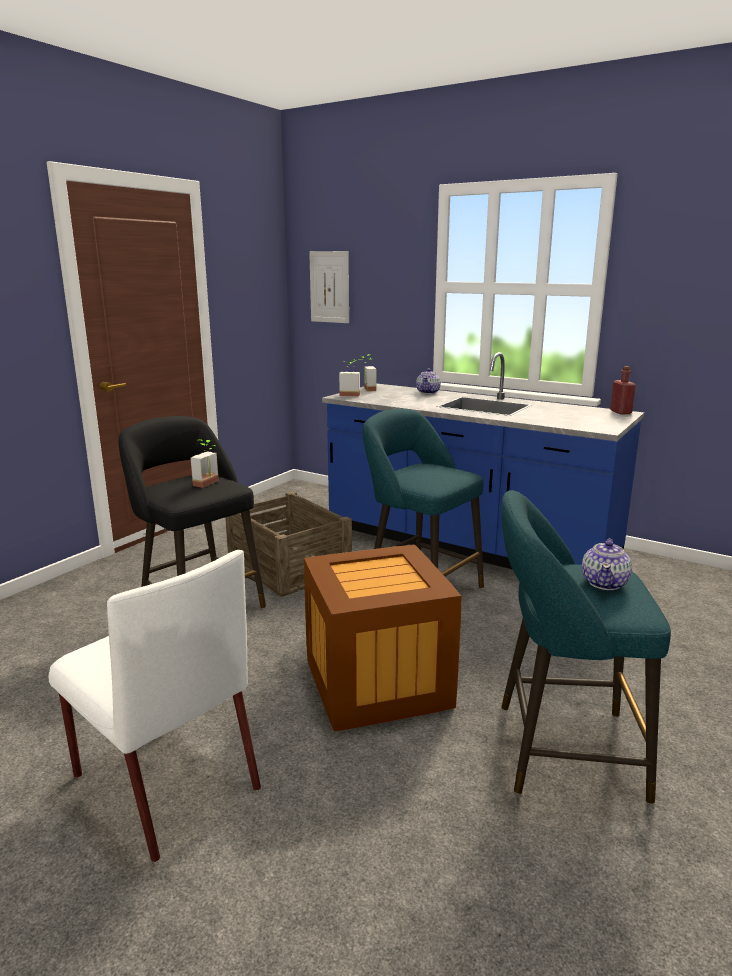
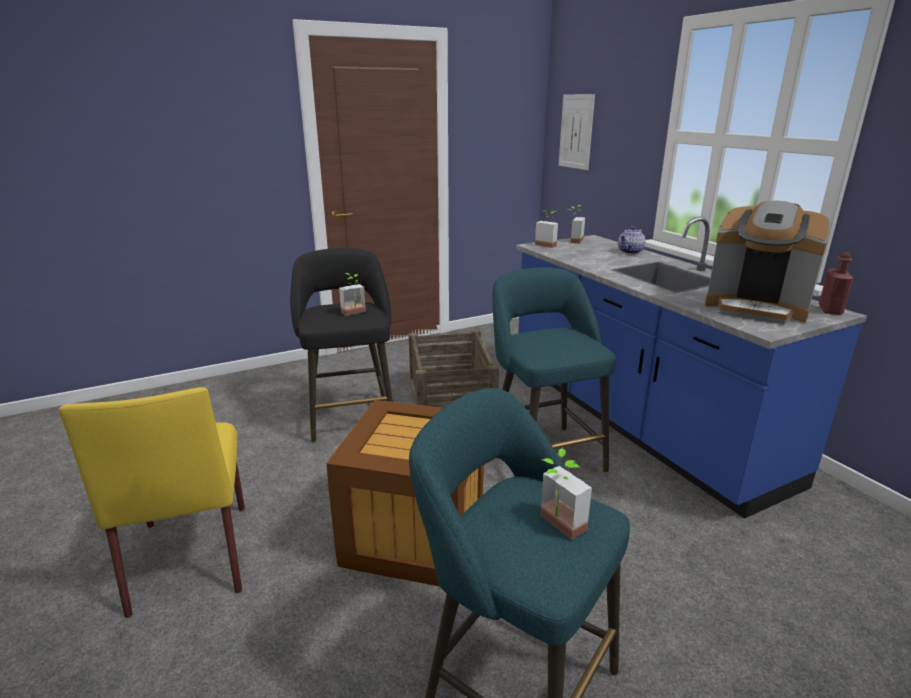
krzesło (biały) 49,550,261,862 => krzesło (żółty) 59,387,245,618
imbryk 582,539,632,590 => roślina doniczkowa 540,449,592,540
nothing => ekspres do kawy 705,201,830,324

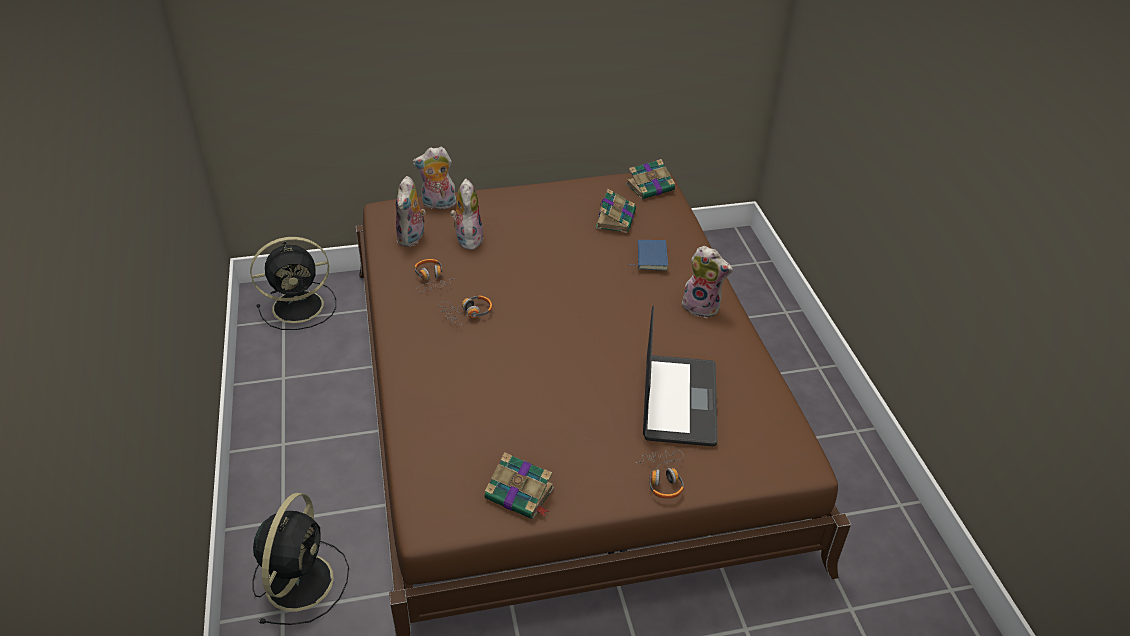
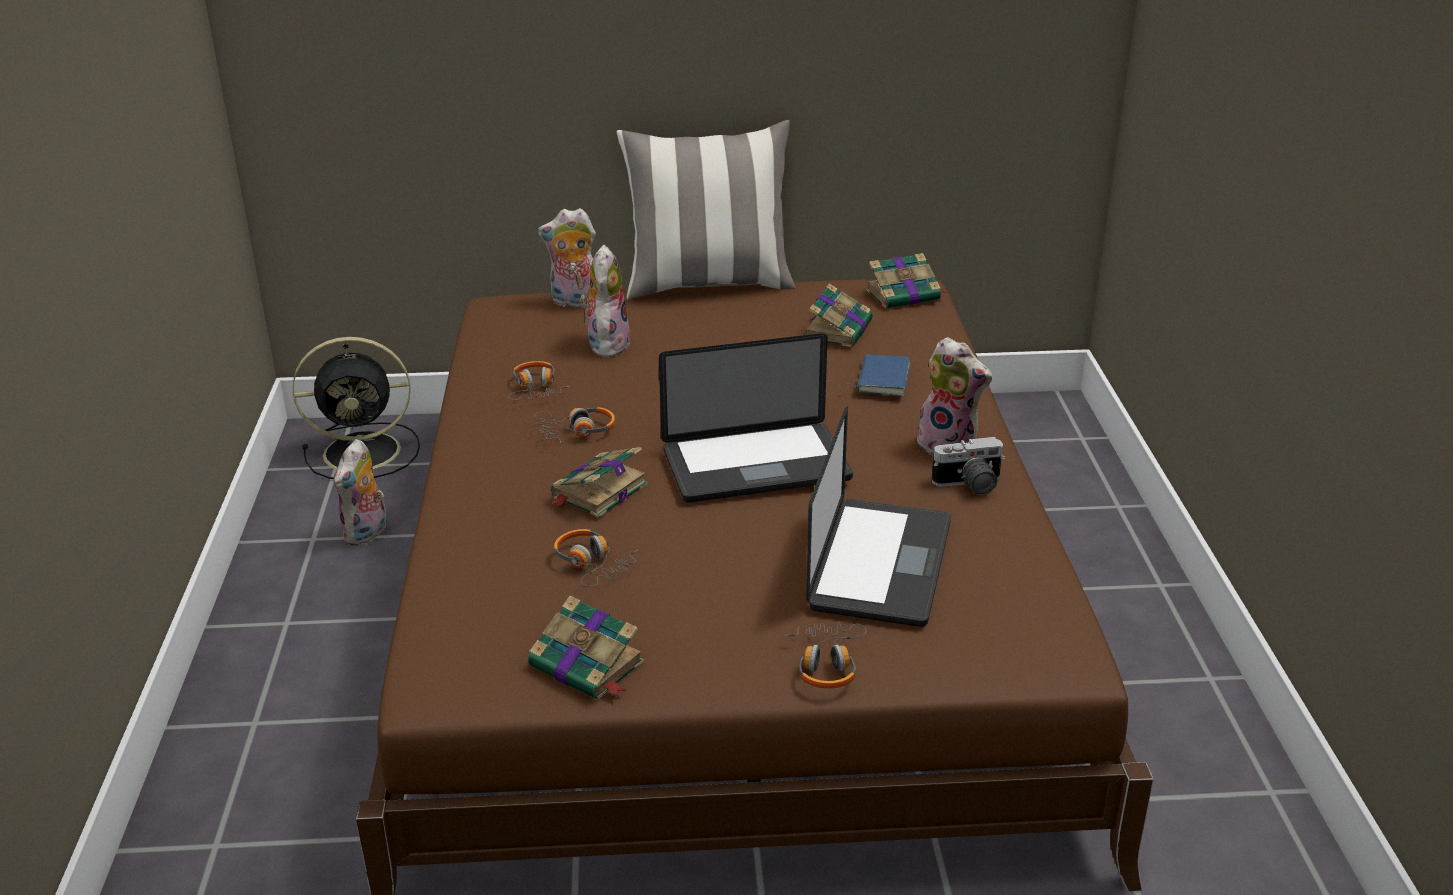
pluszak 396,176,428,247 => pluszak 334,439,387,546, move
nothing => książka 551,447,648,518
nothing => słuchawki 554,529,638,587
nothing => poduszka 617,120,796,300
nothing => laptop 659,333,853,502
nothing => aparat fotograficzny 932,437,1005,495
wentylator (czarny) 253,493,349,625 => nothing

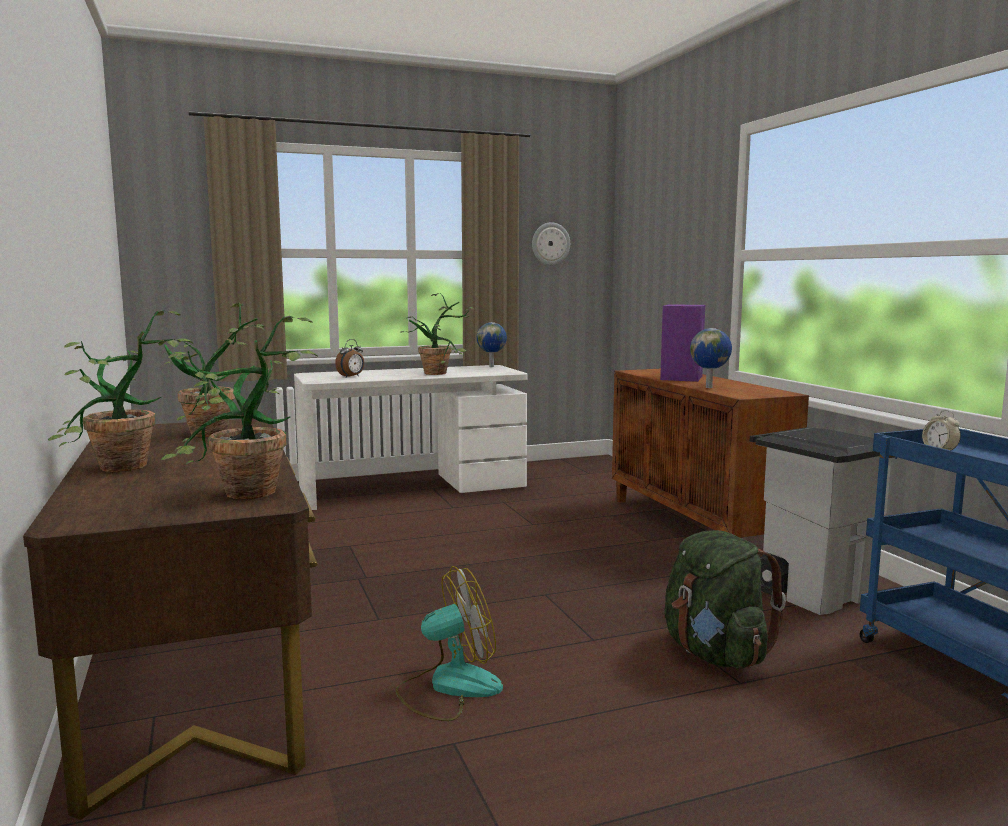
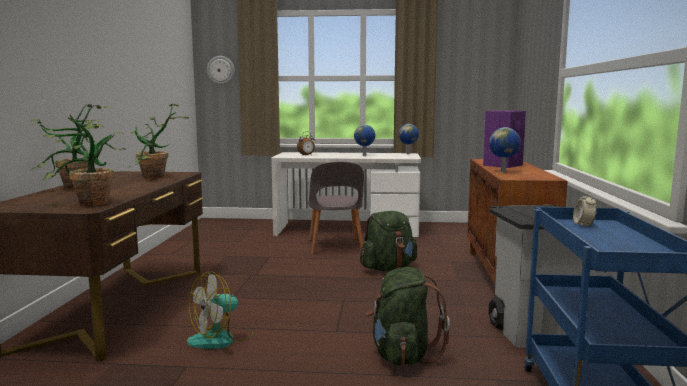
wentylator 396,566,503,721 => wentylator 187,271,253,349, 135 degrees clockwise
zegar ścienny 532,222,570,265 => zegar ścienny 207,56,235,85, move
nothing => krzesło (szary) 309,162,364,254
roślina doniczkowa 400,293,474,375 => globus 354,125,375,156
nothing => plecak (zielony) 360,211,417,271

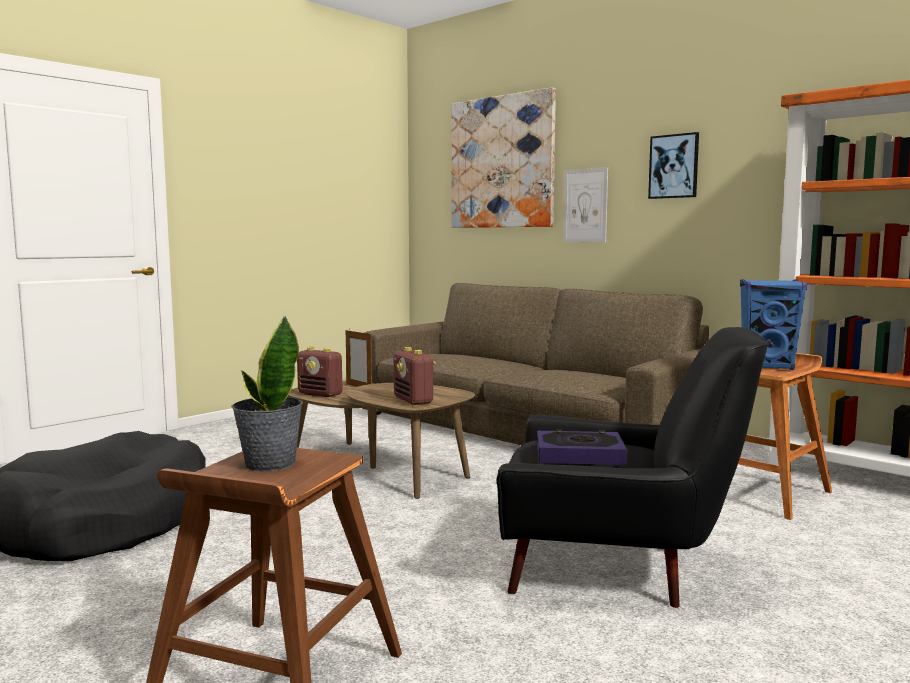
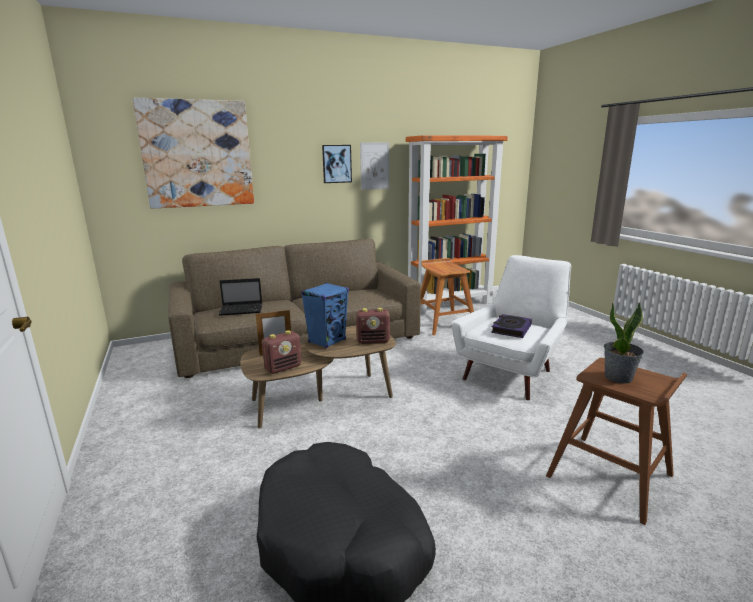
nothing => laptop 219,278,263,316
głośnik (niebieski) 740,279,807,370 => głośnik (niebieski) 301,282,349,348, move
obraz 563,167,608,243 => obraz 360,142,389,190, move
fotel (czarny) 496,327,769,608 => fotel (biały) 451,255,571,400

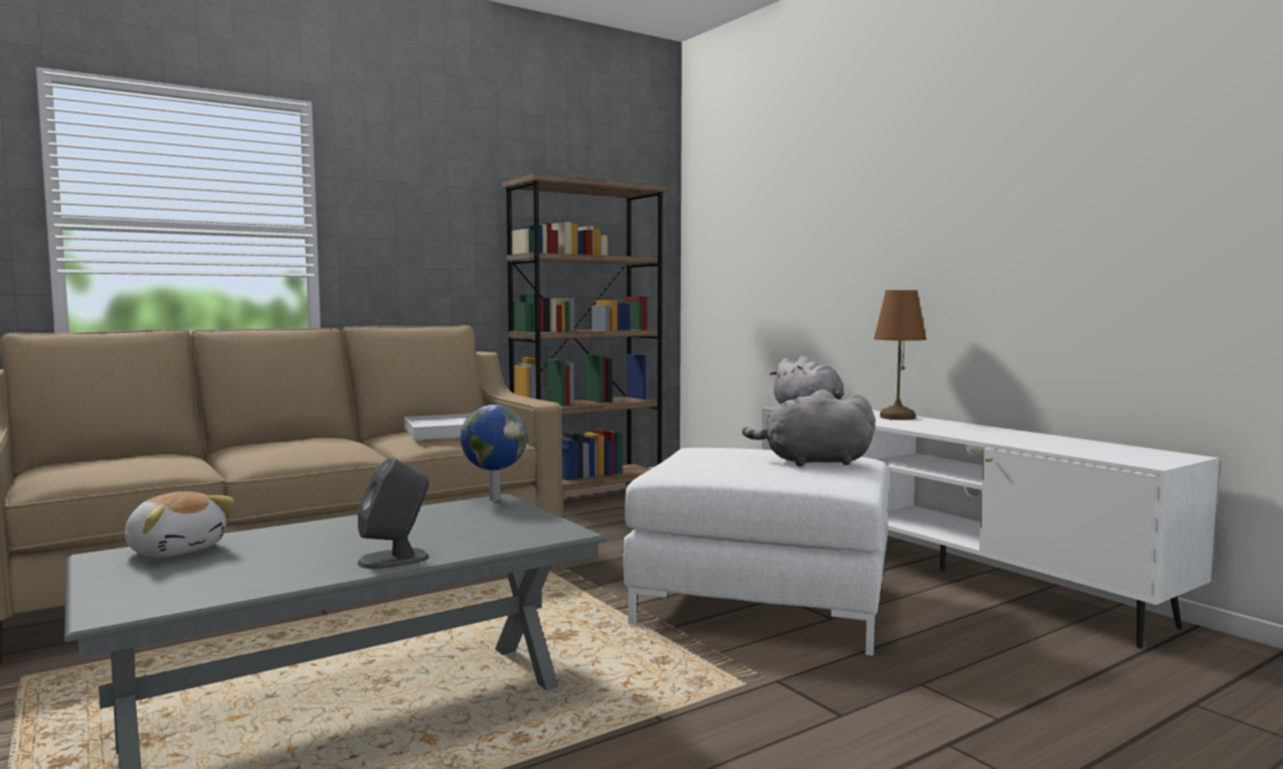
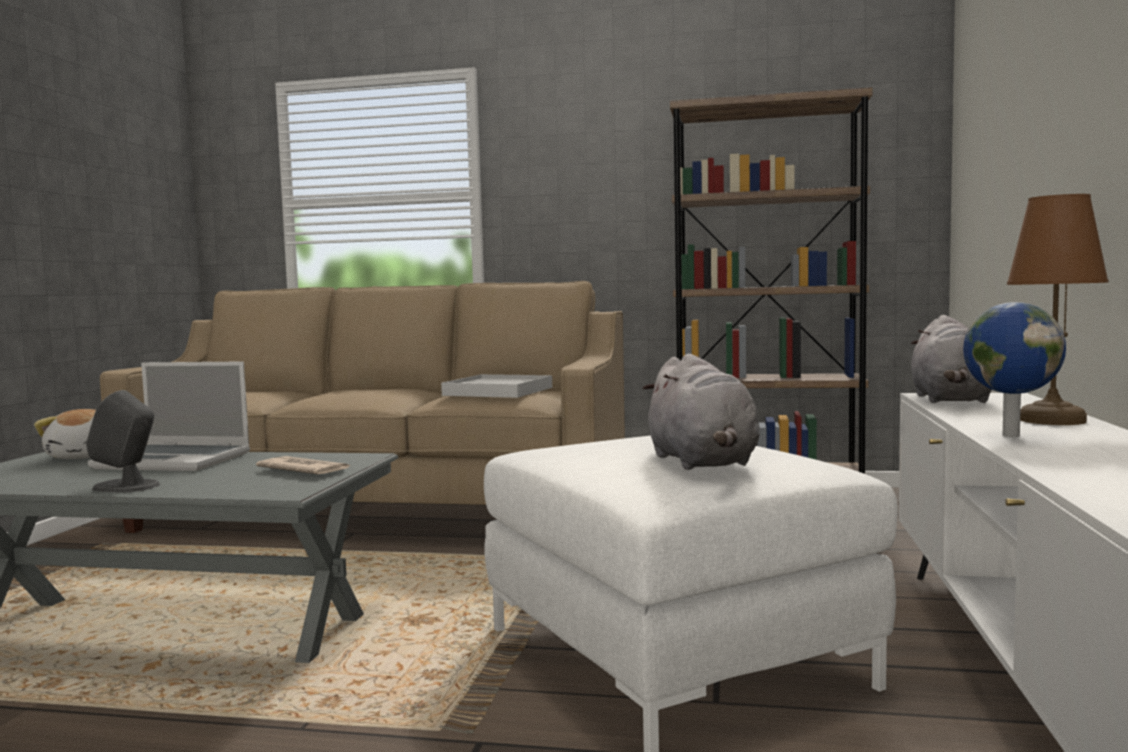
nothing => laptop 88,361,250,471
nothing => gazeta 256,456,351,474
pluszak (szary) 742,389,875,467 => pluszak (szary) 642,354,760,470, 150 degrees counterclockwise
globus 460,405,527,501 => globus 963,302,1066,437, move

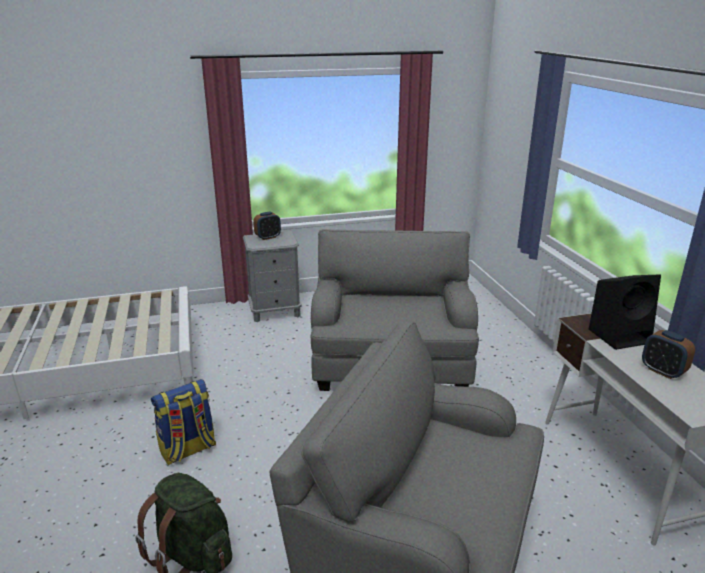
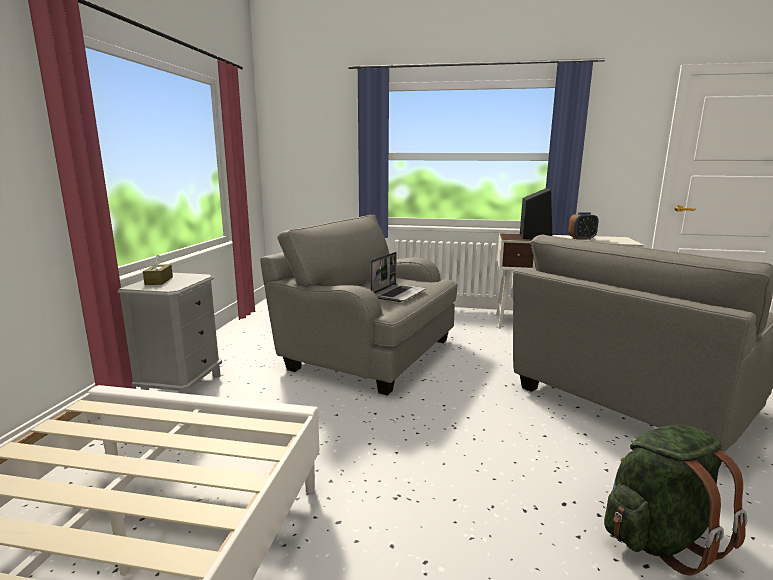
budzik 253,211,281,240 => pudełko chusteczek (brązowy) 143,254,173,285
nothing => laptop 370,252,426,302
plecak 151,379,216,465 => nothing

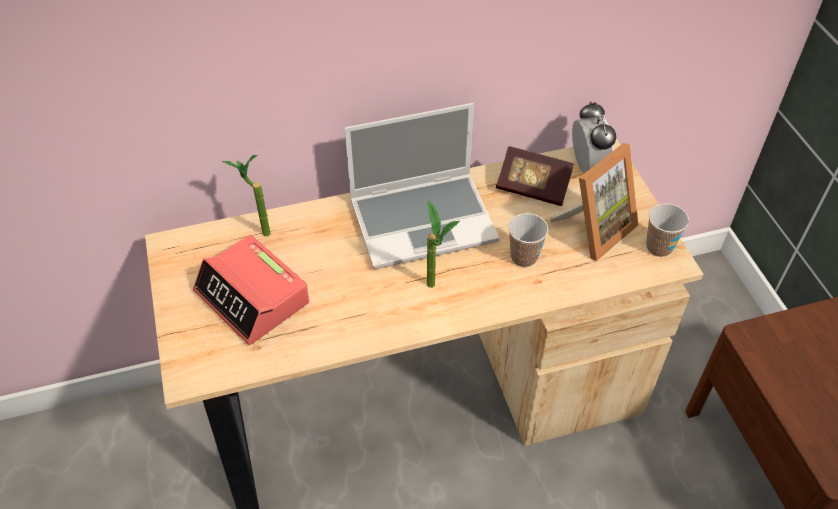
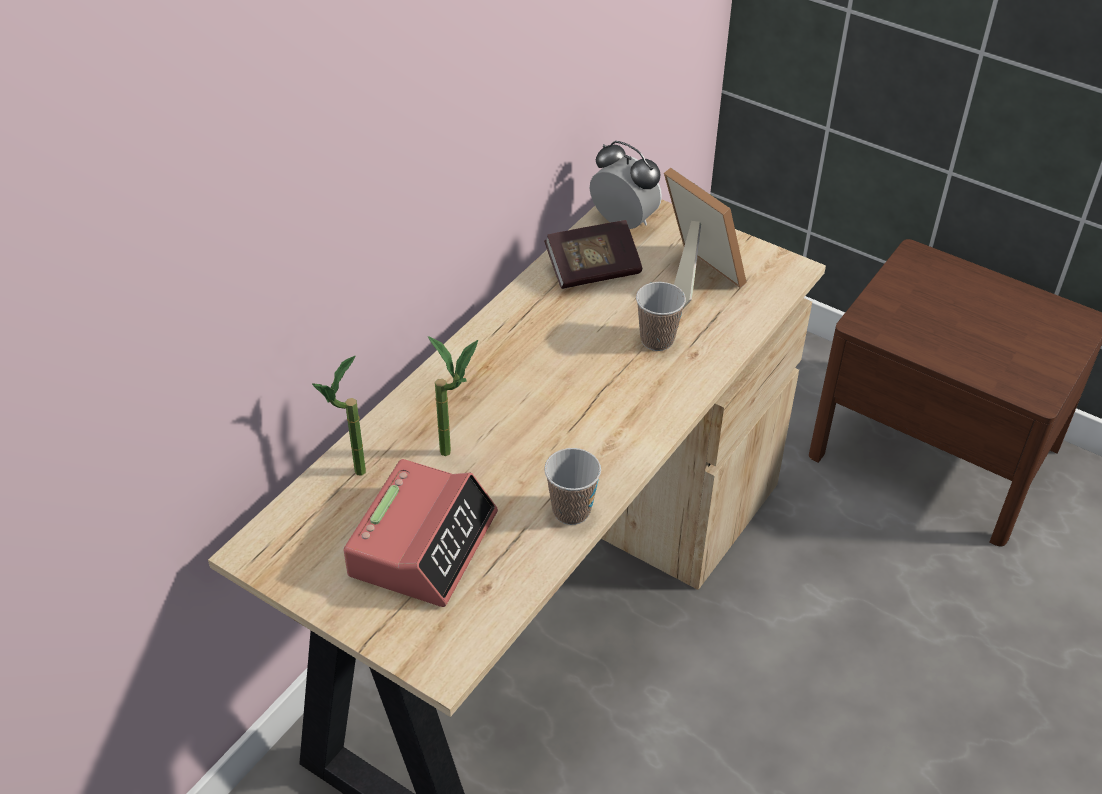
budzik 193,235,309,345 => budzik 344,459,498,607, 75 degrees counterclockwise
roślina doniczkowa 427,201,460,288 => roślina doniczkowa 428,336,478,456, move
filiżanka 646,203,689,257 => filiżanka 544,448,601,525, move
ramka na zdjęcie 550,143,638,261 => ramka na zdjęcie 664,167,747,310, 45 degrees counterclockwise
laptop 345,103,499,269 => nothing

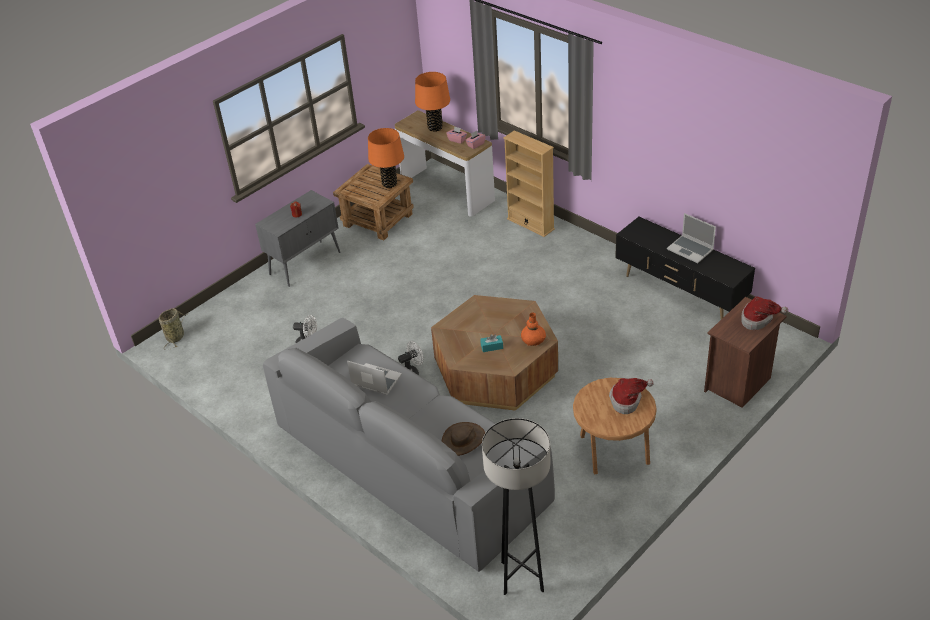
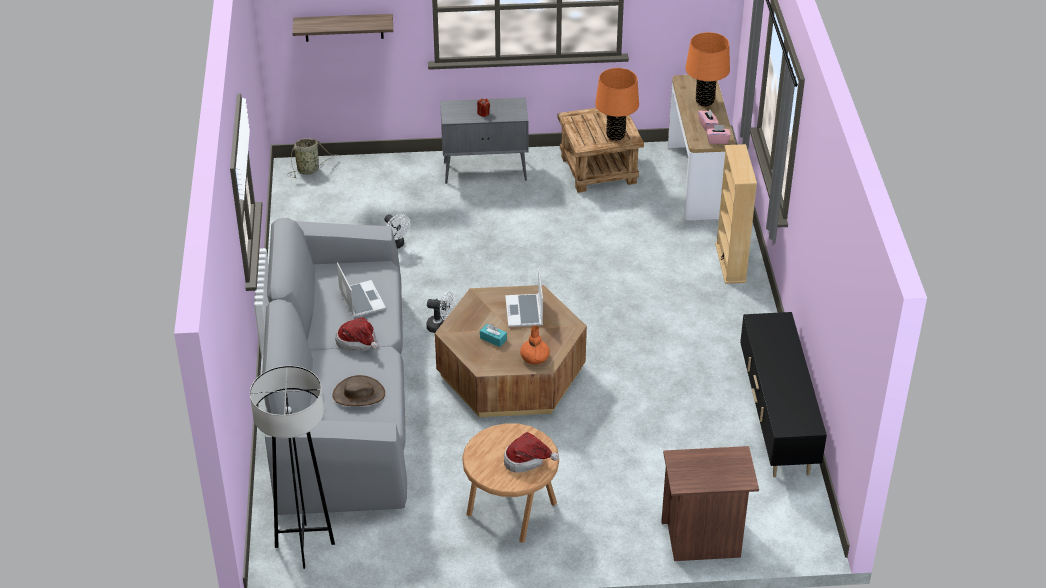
nothing => półka 292,14,393,42
kapelusz 741,296,788,330 => kapelusz 335,317,378,351, move
laptop 667,213,716,263 => laptop 505,268,543,327, move

